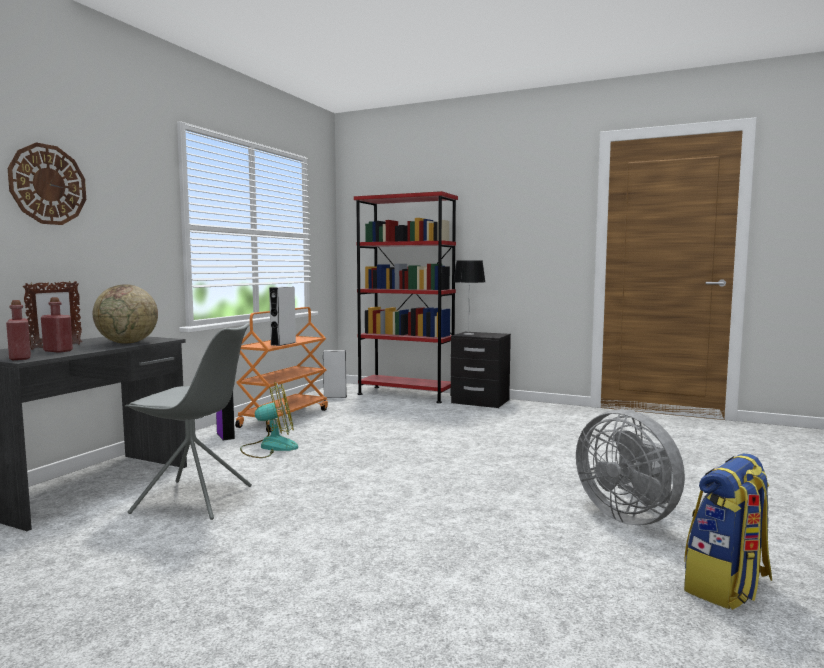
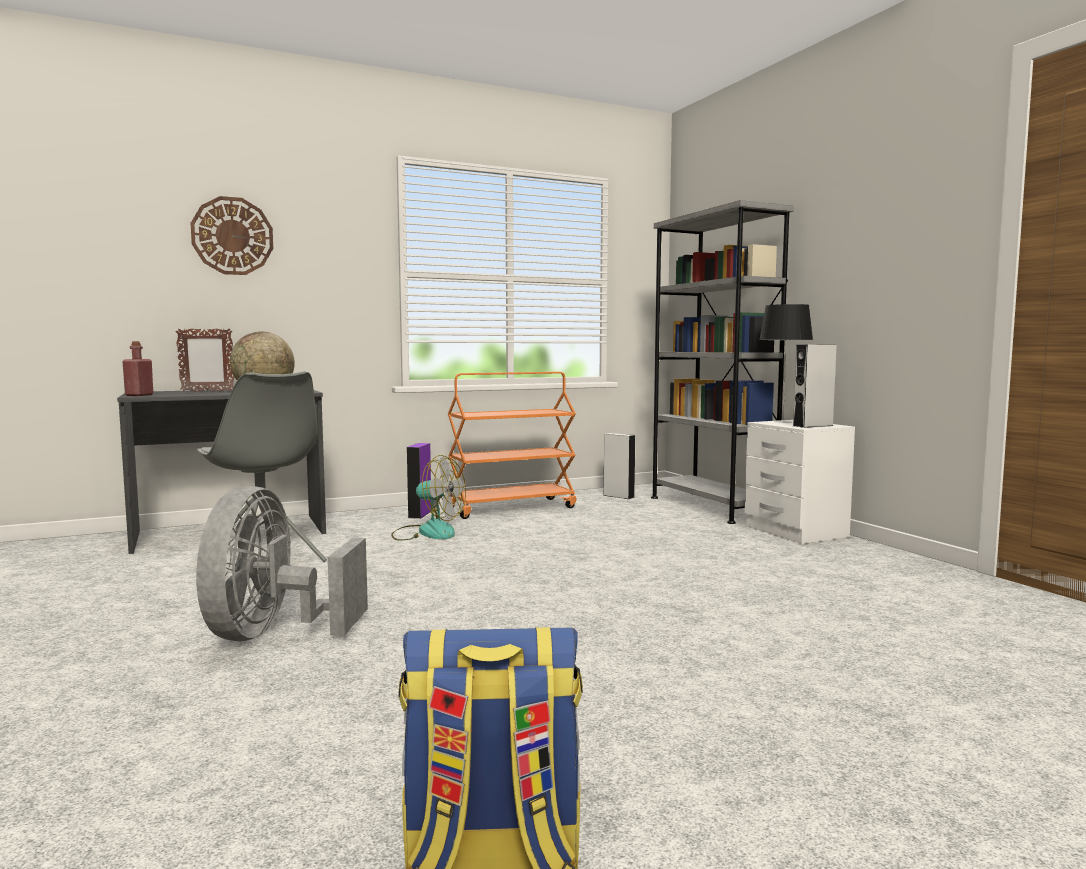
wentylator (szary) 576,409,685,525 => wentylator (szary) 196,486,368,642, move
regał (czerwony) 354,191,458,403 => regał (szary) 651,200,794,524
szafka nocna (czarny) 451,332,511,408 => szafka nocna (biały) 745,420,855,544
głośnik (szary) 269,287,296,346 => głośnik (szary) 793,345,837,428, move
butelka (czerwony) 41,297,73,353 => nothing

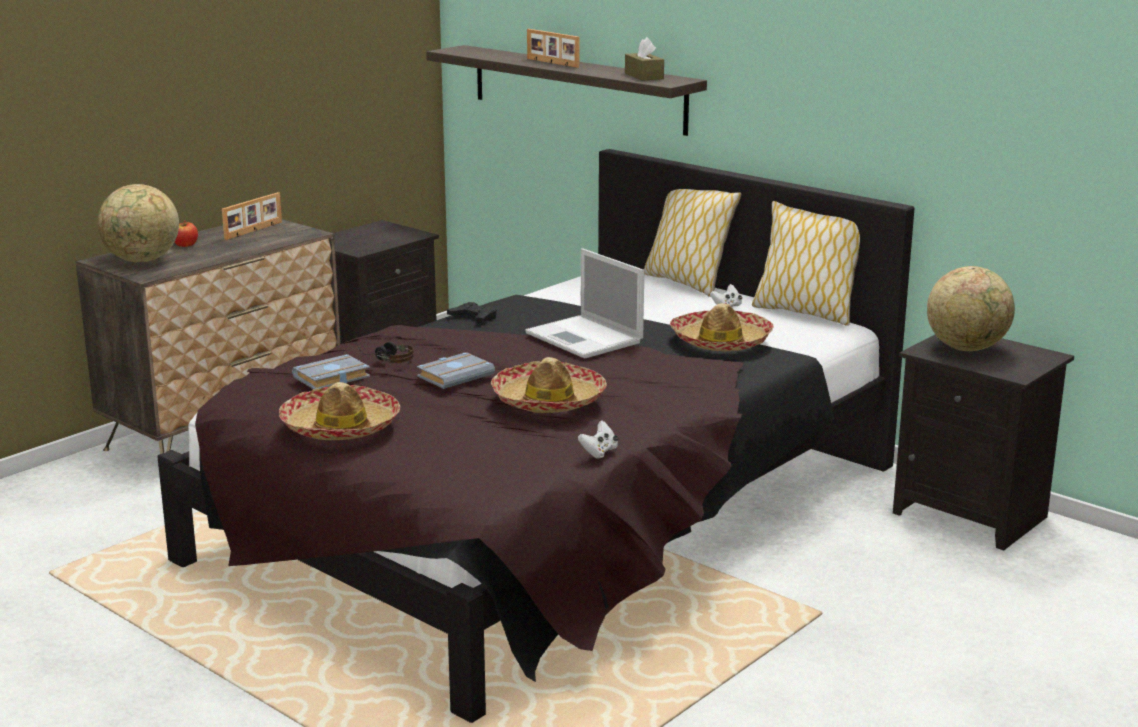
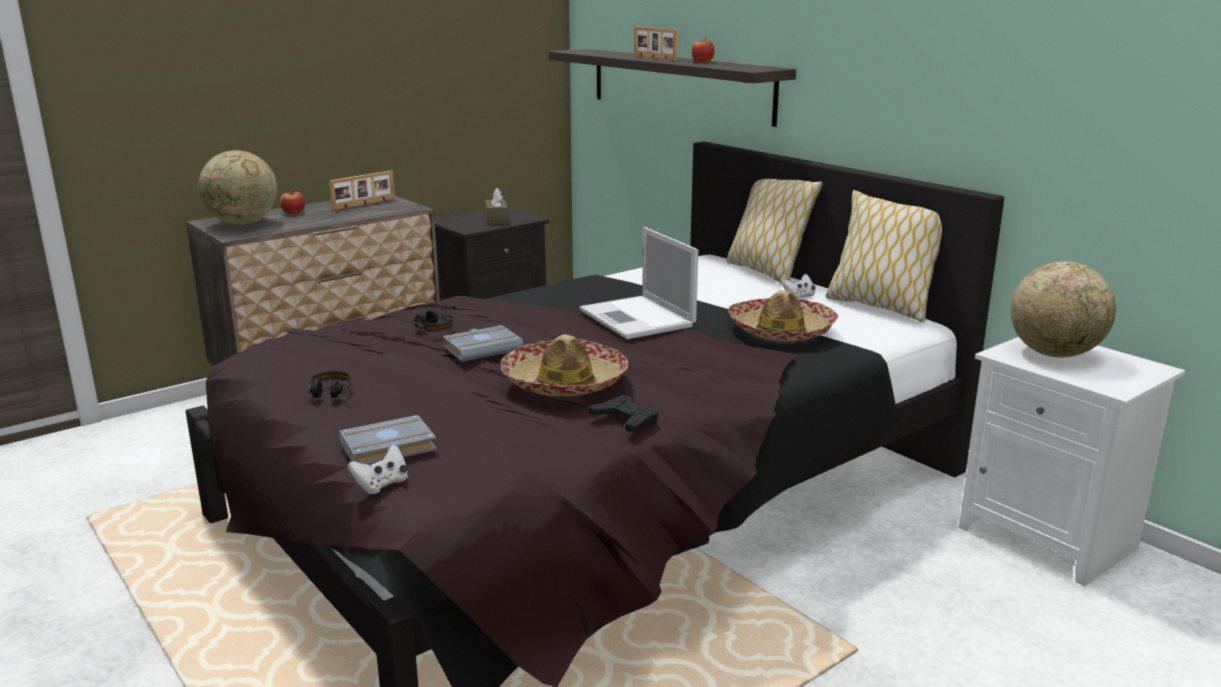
kapelusz 279,382,400,440 => słuchawki 308,371,351,398
książka (szary) 292,354,370,389 => książka (szary) 339,415,437,465, move
pad do gier (biały) 578,420,618,459 => pad do gier (biały) 348,445,408,494, move
pudełko chusteczek (brązowy) 625,37,664,81 => pudełko chusteczek (brązowy) 485,188,508,224, move
pad do gier (czarny) 447,302,497,323 => pad do gier (czarny) 588,396,658,432, move
nothing => jabłko 692,38,714,62
szafka nocna (czarny) 893,335,1074,551 => szafka nocna (biały) 959,337,1185,586

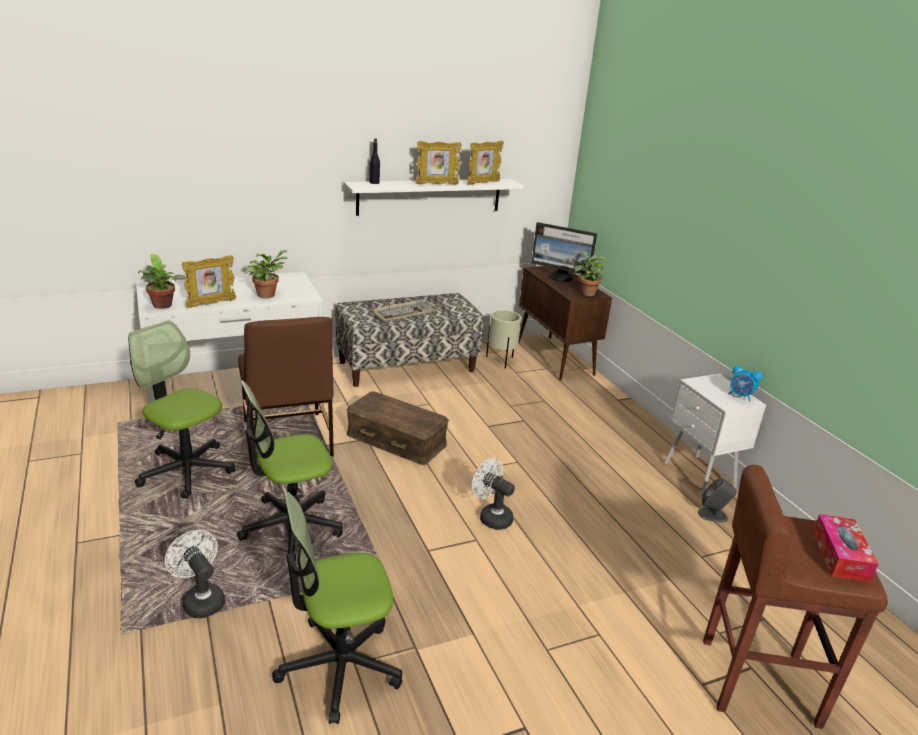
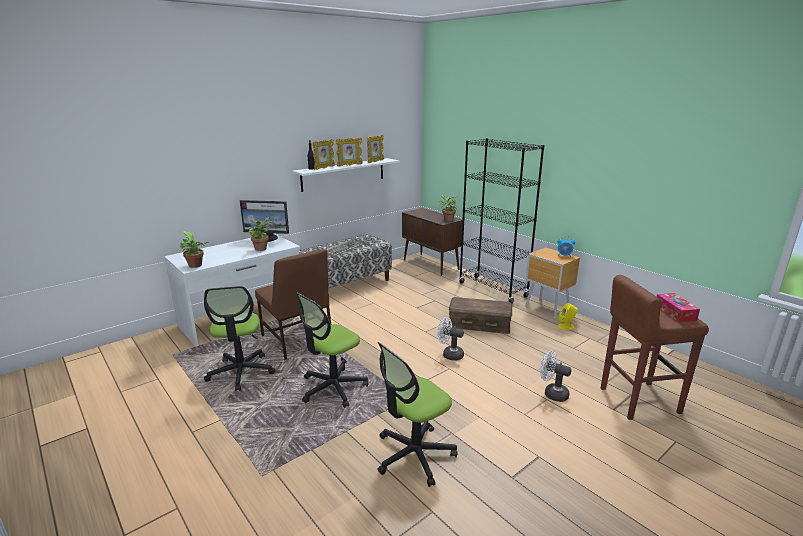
krzesło biurowe 128,321,235,499 => krzesło biurowe 204,286,276,391, 120 degrees counterclockwise
monitor 531,222,597,282 => monitor 240,200,289,242, move
ramka na zdjęcie 182,255,236,308 => ramka na zdjęcie 312,139,335,170, move
pojemnik do przechowywania (brązowy) 347,391,449,465 => pojemnik do przechowywania (brązowy) 449,297,512,334, move
nothing => regał (czarny) 459,138,545,303
szafka nocna (biały) 664,374,766,497 => szafka nocna (brązowy) 525,247,580,319
wentylator (biały) 165,530,225,618 => wentylator (biały) 540,351,572,402, move
głośnik (szary) 698,478,737,522 => głośnik (żółty) 558,303,578,330
donica (beżowy) 486,310,521,368 => nothing

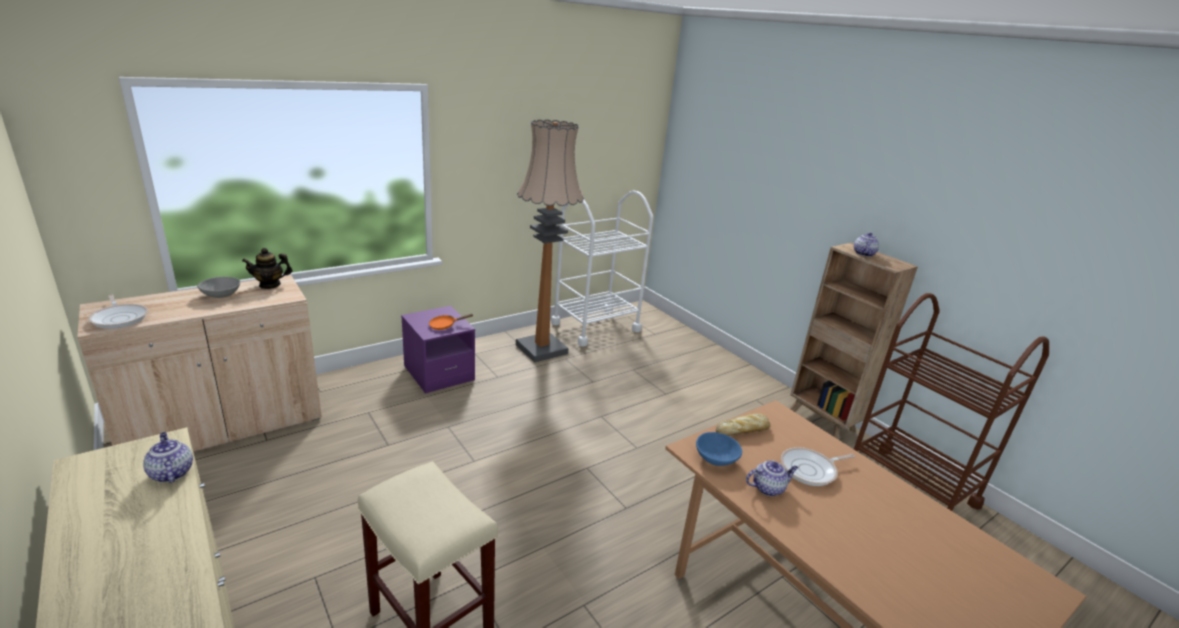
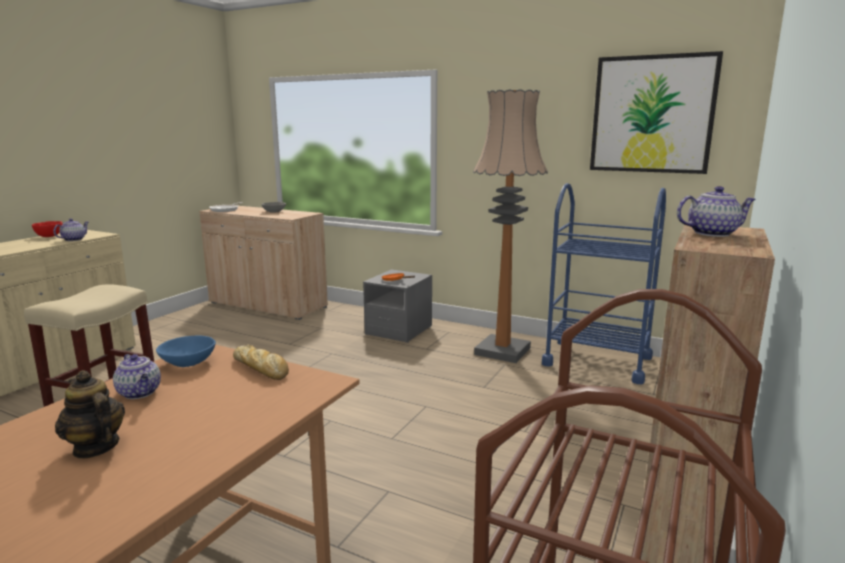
nothing => miska (czerwony) 32,221,62,237
imbryk 242,248,293,289 => imbryk 55,370,125,459, move
szafka nocna (fioletowy) 401,306,475,394 => szafka nocna (szary) 363,269,432,343
wózek (biały) 551,190,653,347 => wózek (niebieski) 542,183,666,384
nothing => obraz 590,51,723,174
patelnia 781,447,855,486 => nothing

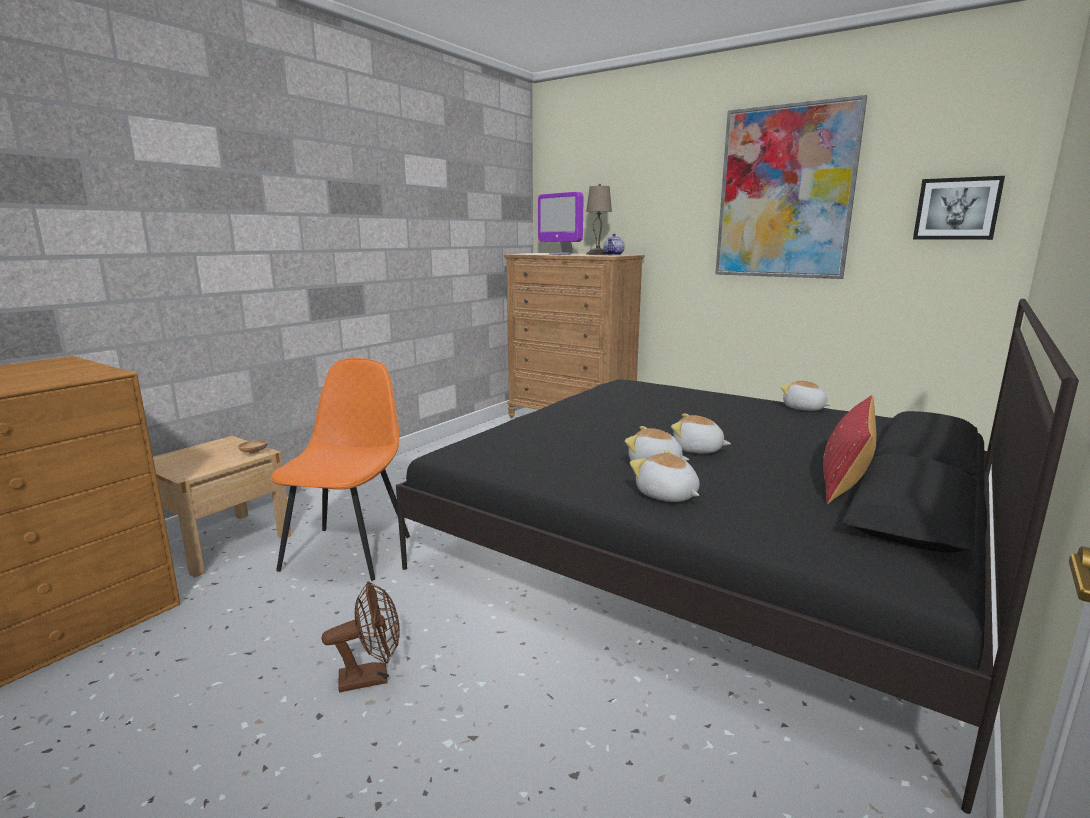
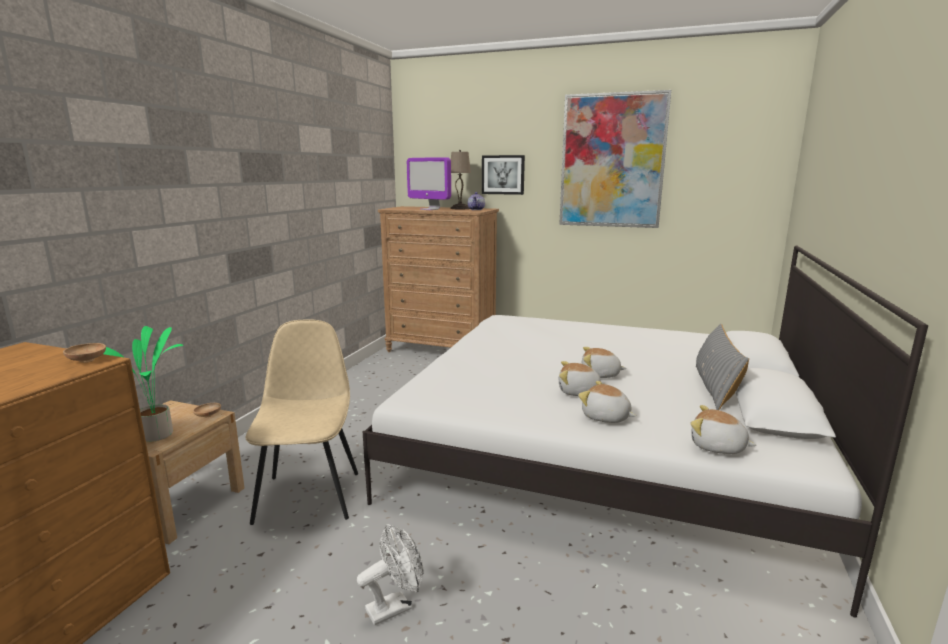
nothing => miska (brązowy) 63,343,106,363
nothing => roślina doniczkowa 103,326,184,442
krzesło (pomarańczowy) 271,358,410,581 => krzesło (beżowy) 246,320,358,525
wentylator (brązowy) 322,581,400,692 => wentylator (biały) 357,524,424,626
łóżko (czarny) 396,299,1079,814 => łóżko (biały) 363,245,928,618
obraz 913,176,1005,240 => obraz 482,155,525,195, move
pluszak 781,380,831,411 => pluszak 691,405,757,454, move
poduszka (czerwony) 823,395,876,504 => poduszka (szary) 696,324,749,410

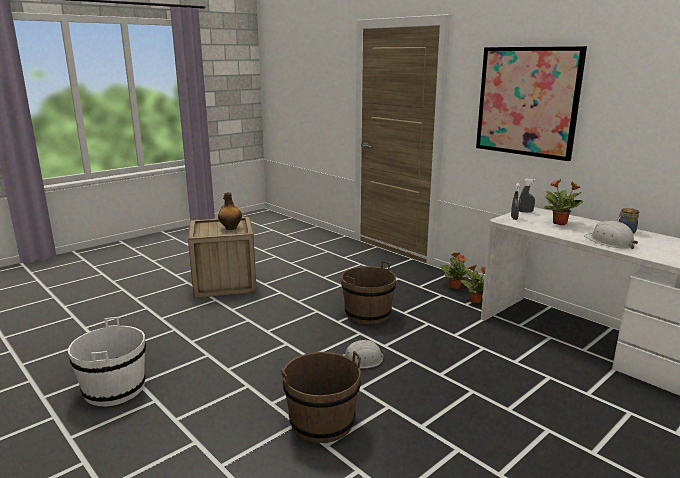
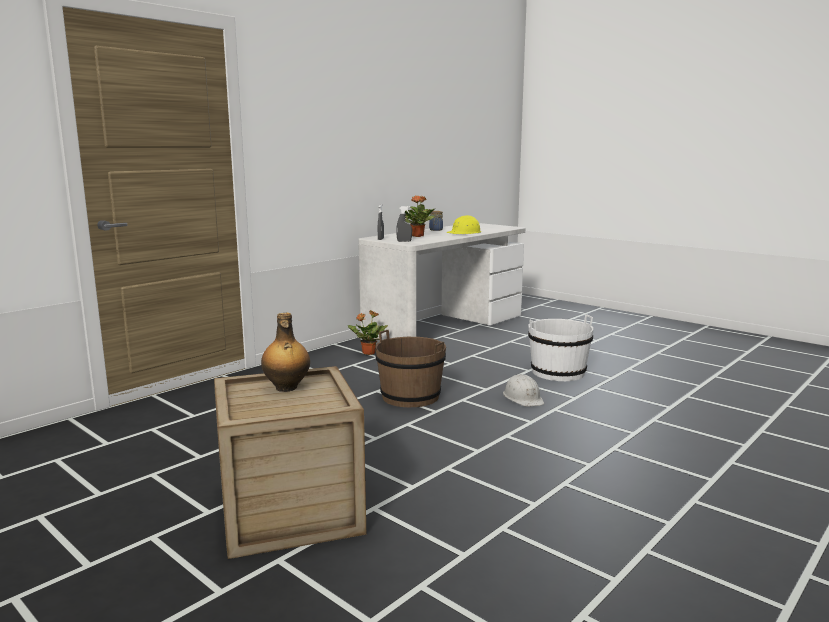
kask (biały) 584,221,638,249 => kask (żółty) 447,215,481,234
wiadro (biały) 68,317,146,407 => wiadro (biały) 528,314,593,381, move
wiadro (brązowy) 281,351,361,443 => nothing
roślina doniczkowa 440,252,471,289 => nothing
obraz 476,46,587,161 => nothing

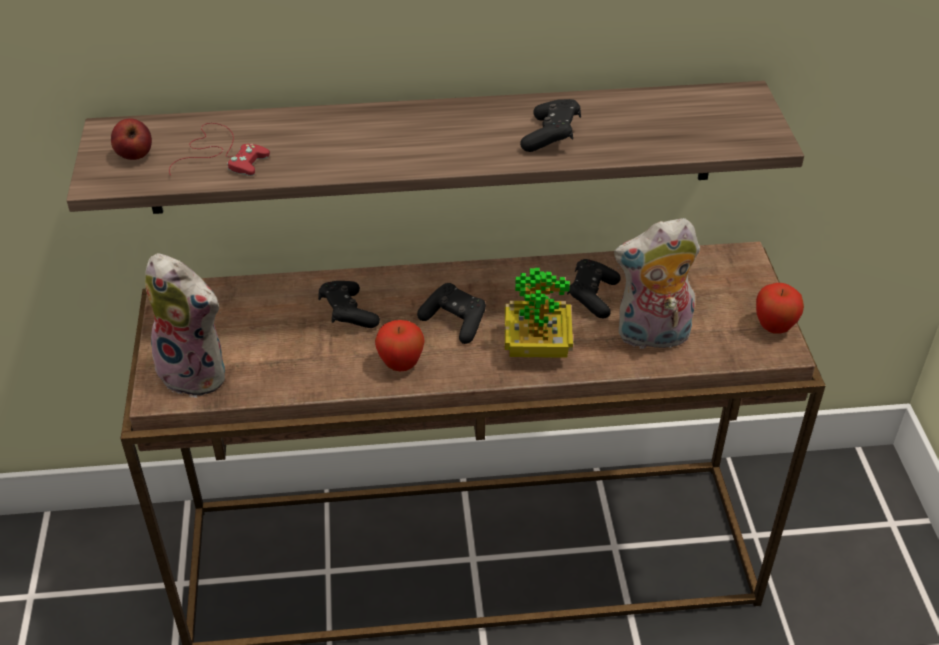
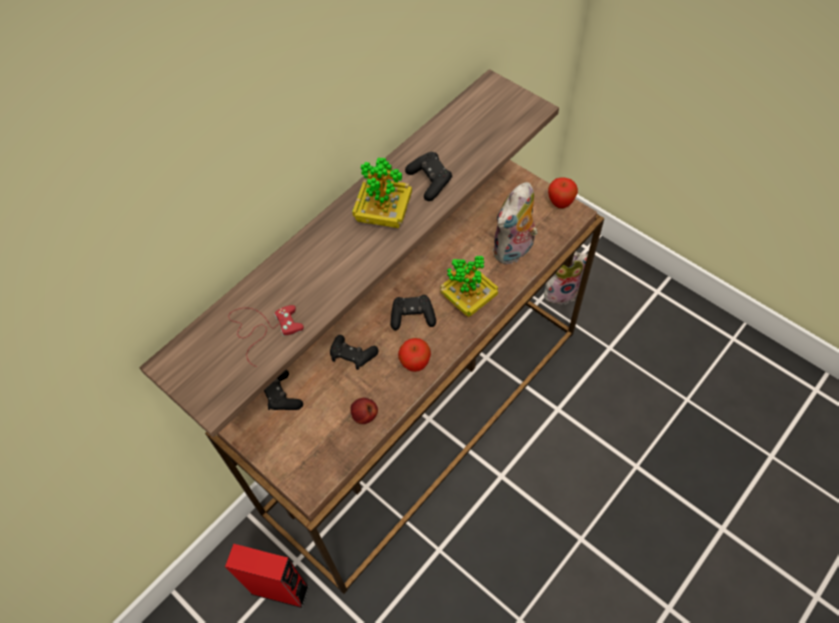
nothing => głośnik (czerwony) 225,544,309,608
pad do gier (czarny) 567,259,621,318 => pad do gier (czarny) 264,370,303,410, move
jabłko 111,118,152,160 => jabłko 350,398,378,424, move
nothing => roślina doniczkowa 352,158,412,228
pluszak 145,253,225,398 => pluszak 544,252,588,305, move

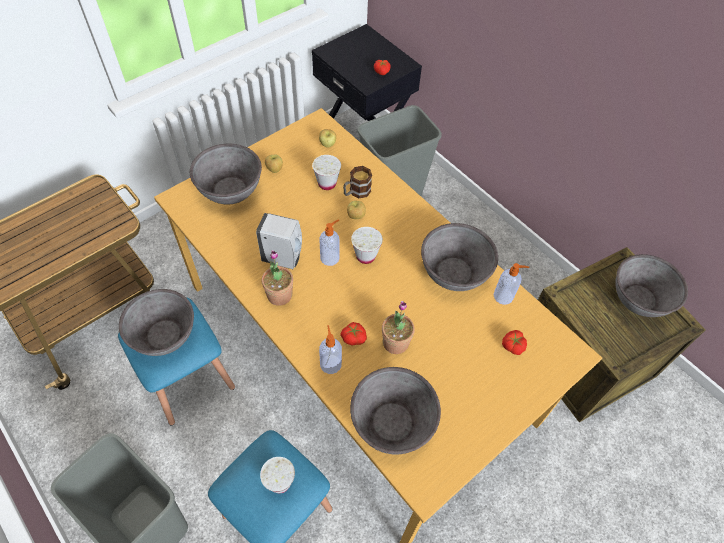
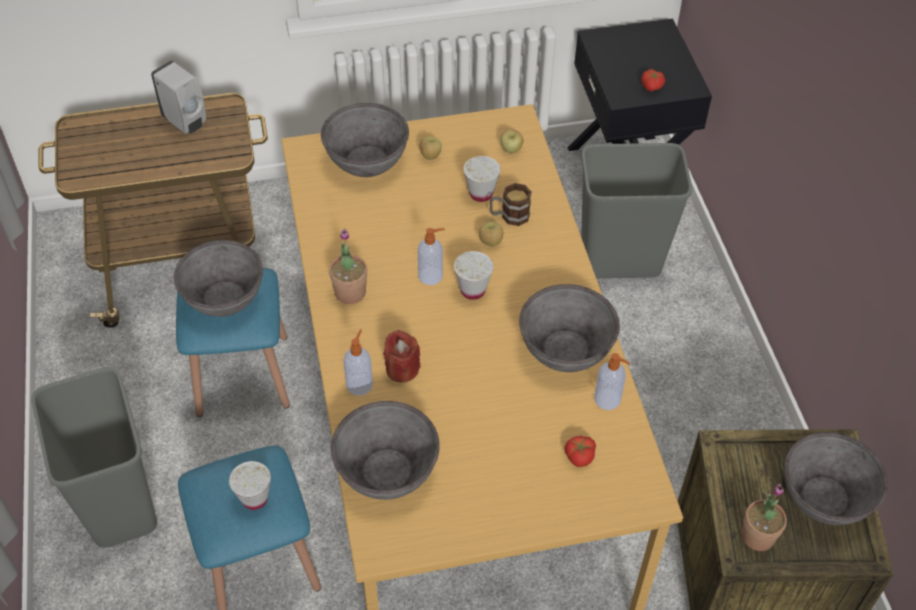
dozownik mydła (biały) 256,213,302,269 => dozownik mydła (biały) 151,61,206,134, move
pomidor 340,322,367,346 => świeca (czerwony) 383,330,421,382
roślina doniczkowa 382,301,415,354 => roślina doniczkowa 742,484,787,551, move

